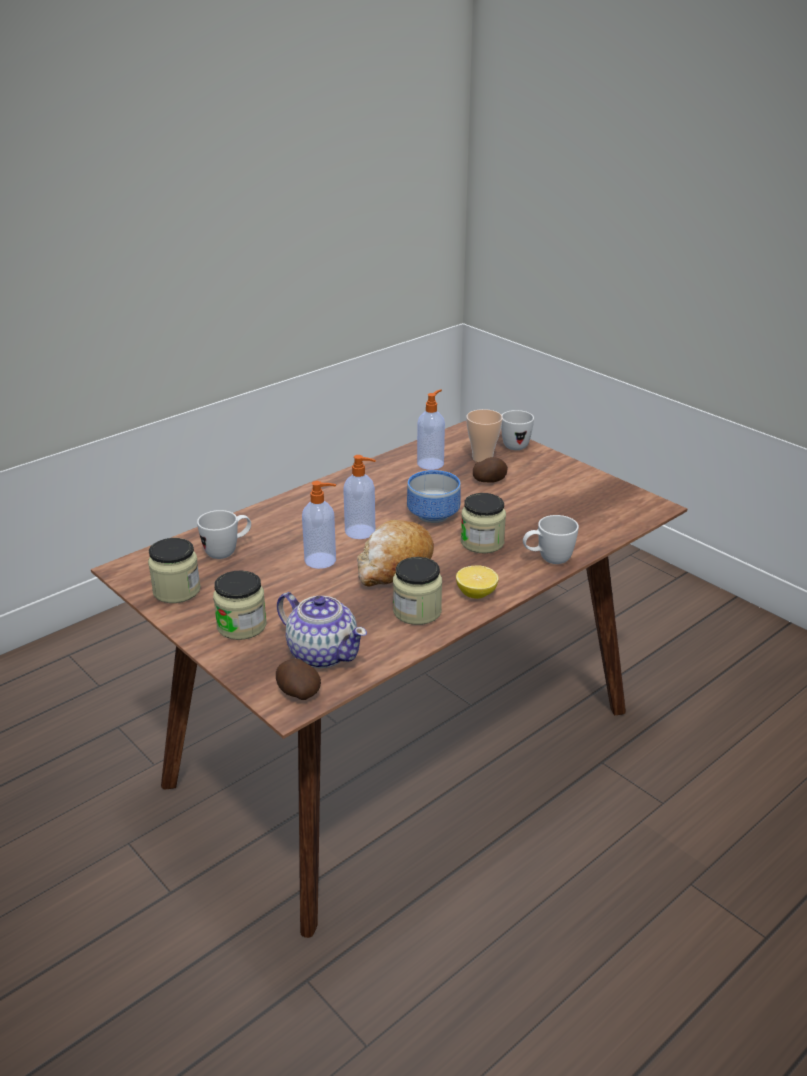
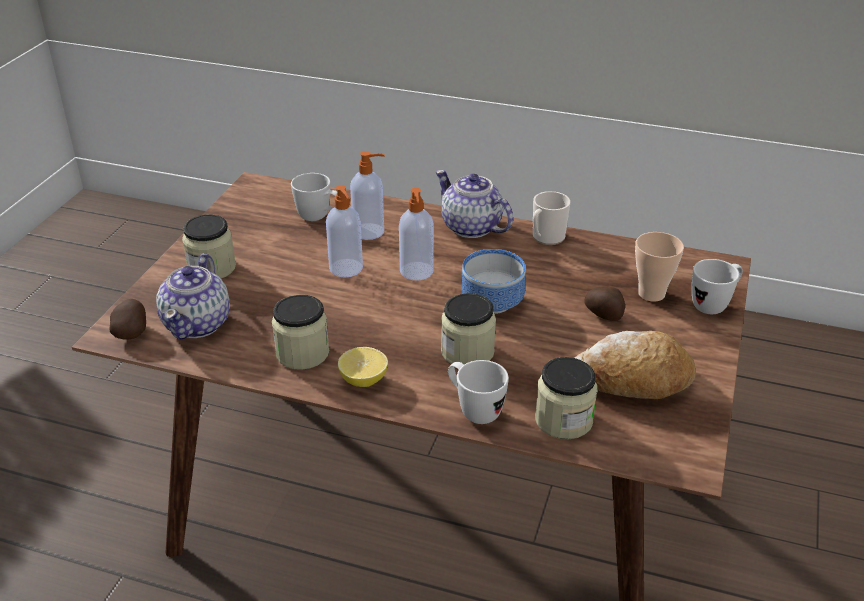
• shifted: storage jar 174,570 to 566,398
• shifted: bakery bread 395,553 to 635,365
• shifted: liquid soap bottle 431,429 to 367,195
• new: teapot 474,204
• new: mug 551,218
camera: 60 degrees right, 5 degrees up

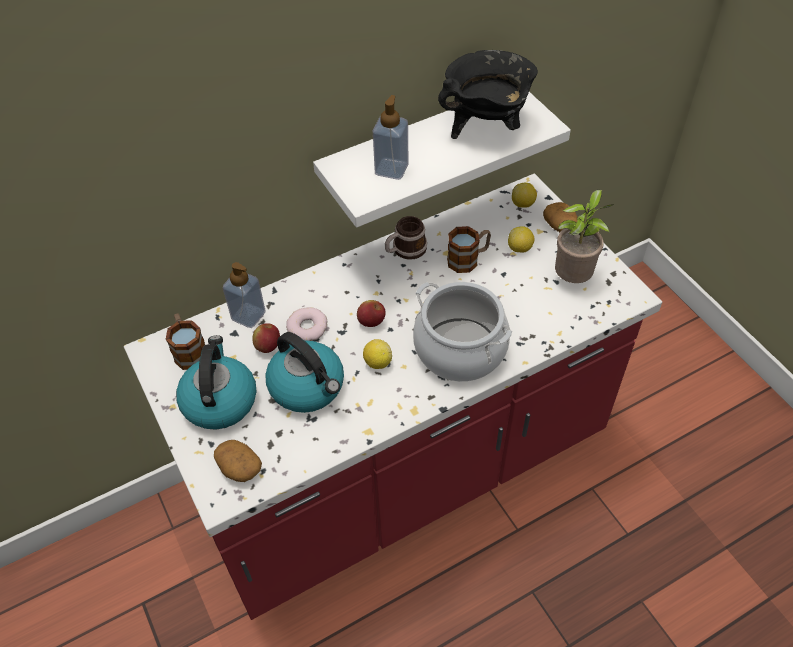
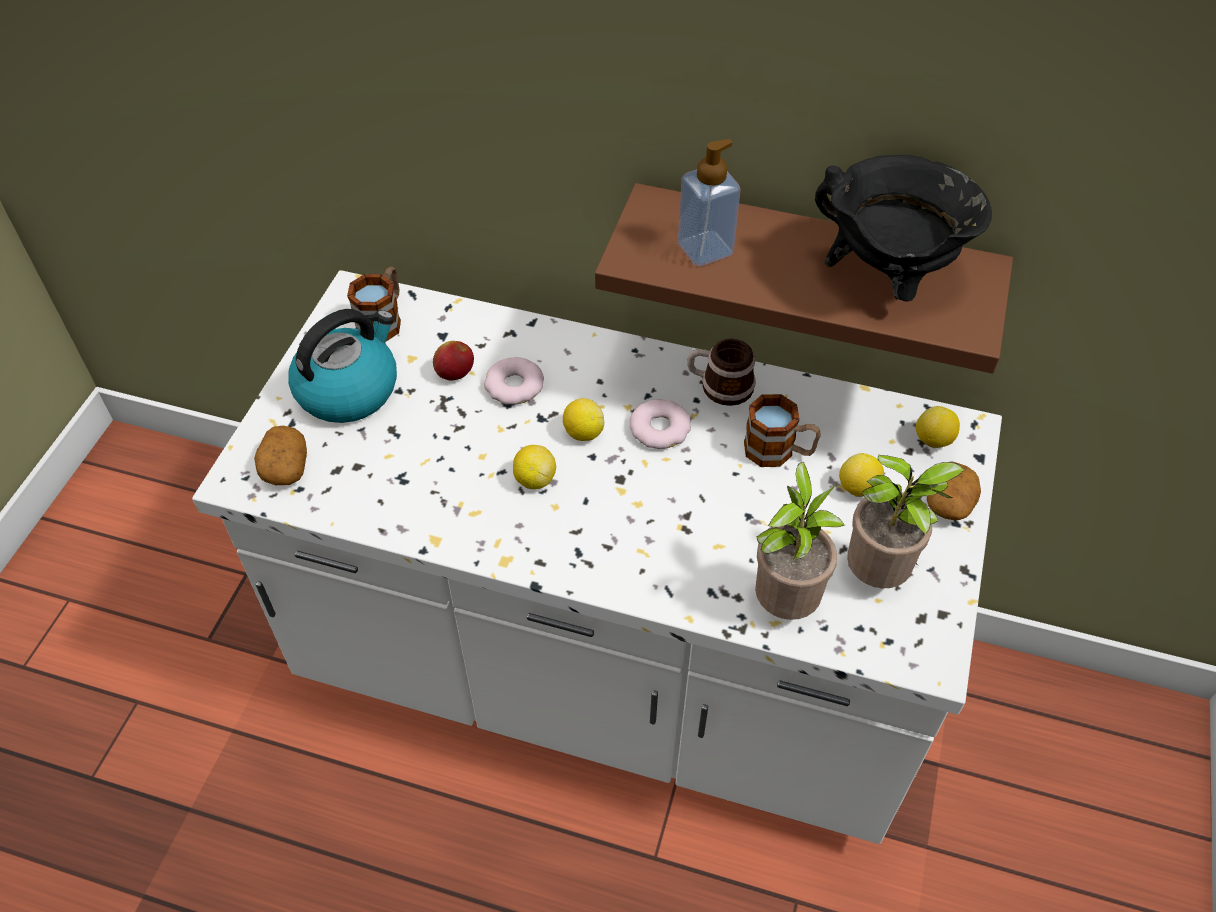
• repainted: reddish kitchen base unit 393,397 to white kitchen base unit 597,557
• gone: liquid soap bottle 244,295
• gone: water kettle 304,372
• repainted: white bracket shelf 442,160 to brown-coloured bracket shelf 804,278
• swapped: apple 371,313 to lemon 583,419
• gone: saucepot 462,332
• new: ring doughnut 660,424
• new: houseplant 800,541
camera: 45 degrees right, 0 degrees up

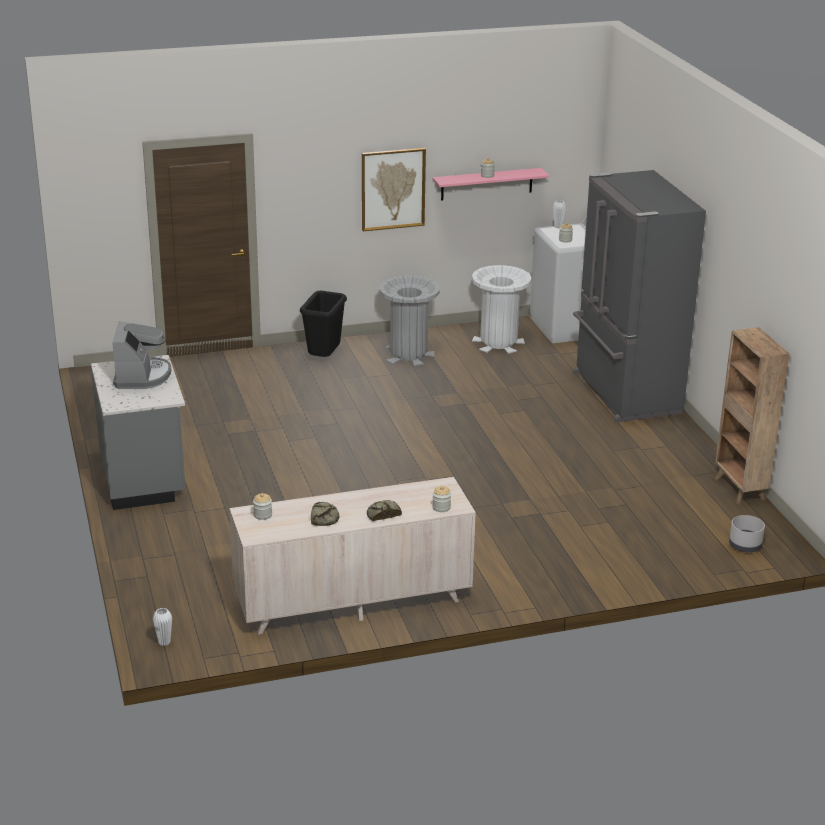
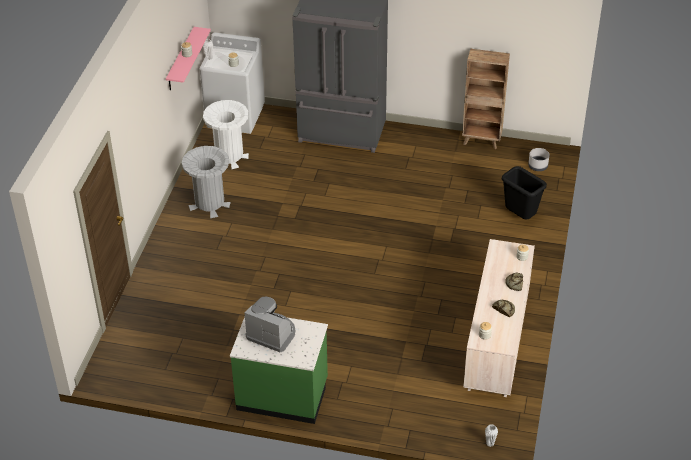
• repainted: grey kitchen base unit 138,432 to green-coloured kitchen base unit 279,370
• shifted: black trash can 323,324 to 524,192
• gone: picture 394,189
camera: 60 degrees left, 15 degrees up

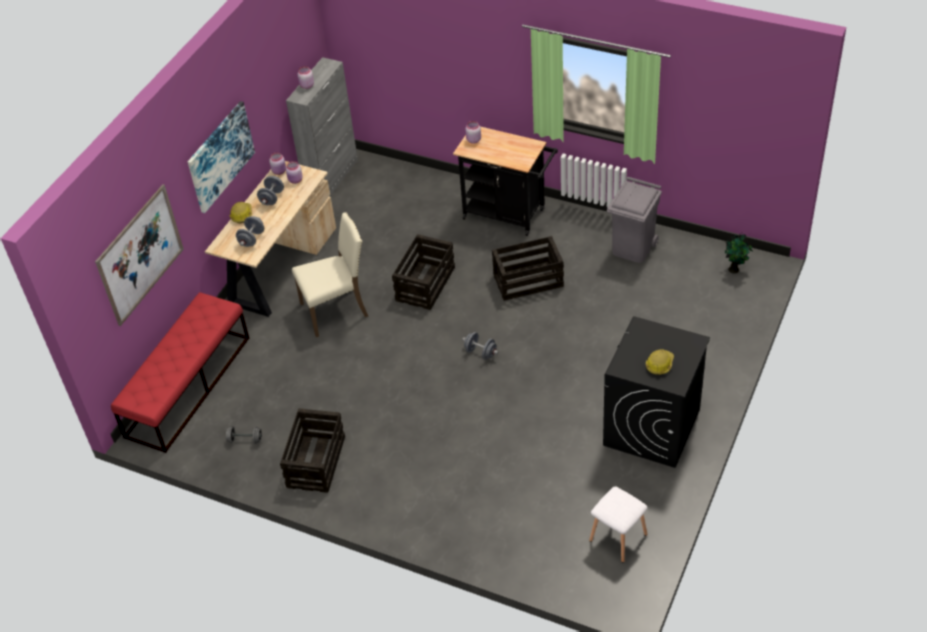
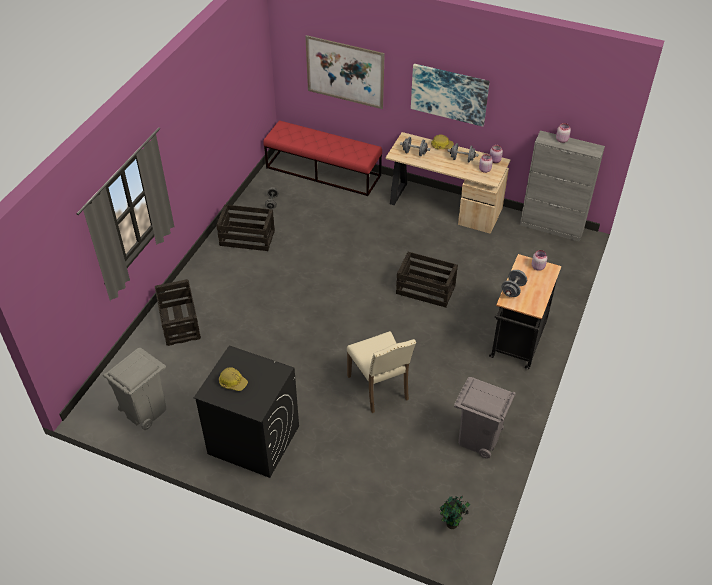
• shifted: beige chair 330,274 to 381,372
• shifted: grey dumbbell 480,346 to 514,283
• shifted: packing crate 528,268 to 178,312
• swapped: white sitting stool 618,524 to grey trash can 134,389
camera: 85 degrees right, 0 degrees up

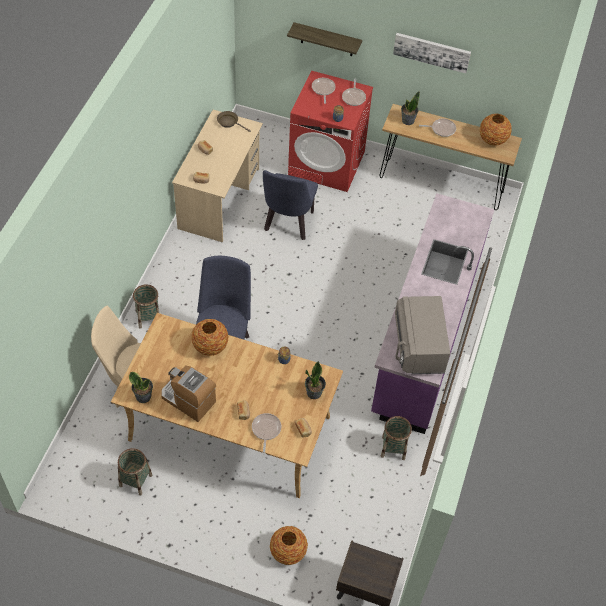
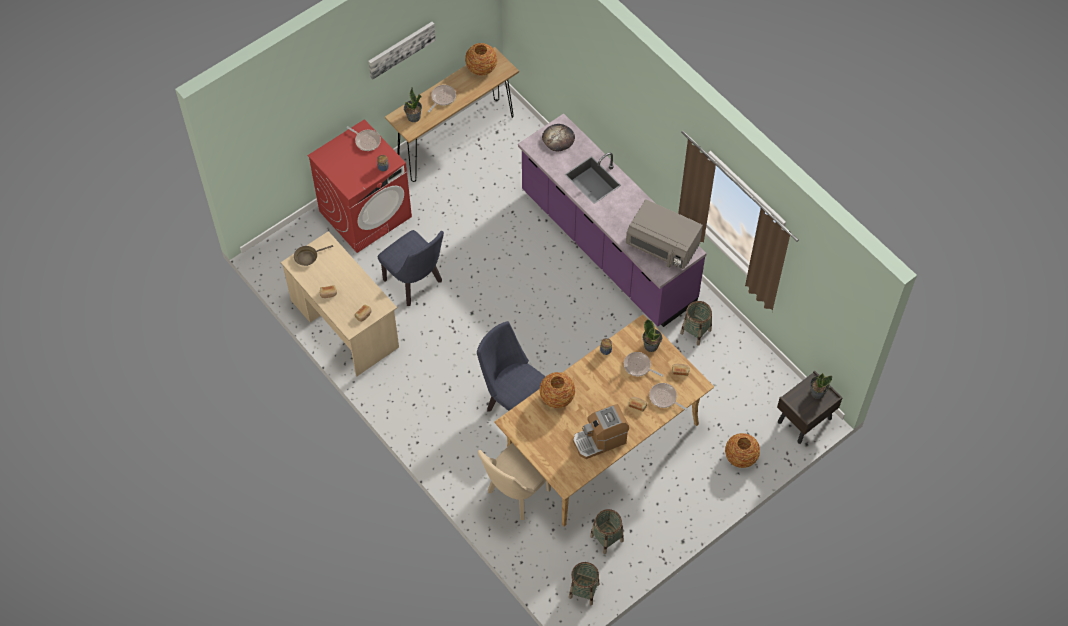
• shifted: houseplant 141,387 to 821,386
• shifted: household basket 146,306 to 584,583
• gone: bracket shelf 324,39
• shifted: skillet 323,91 to 643,364
• new: bakery bread 558,137
camera: 55 degrees left, 5 degrees up

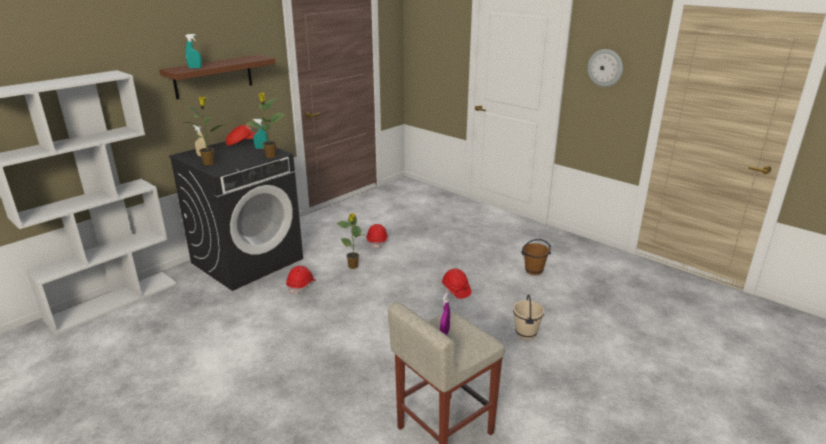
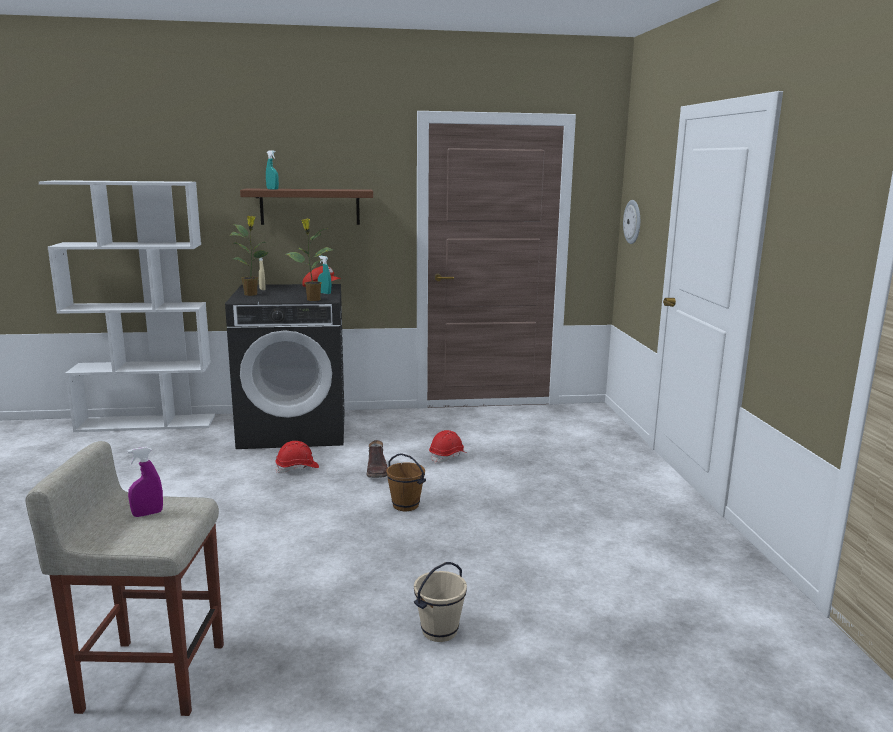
• swapped: houseplant 351,241 to brown-coloured boot 377,459
• gone: reddish safety helmet 456,283
• shifted: brown-coloured bucket 536,257 to 406,482
• shifted: hanging clock 605,68 to 631,222
camera: 40 degrees right, 10 degrees down

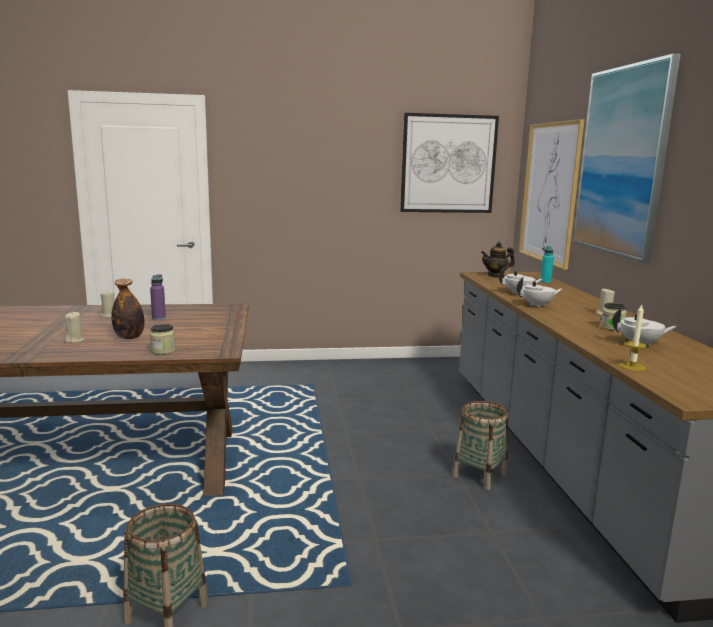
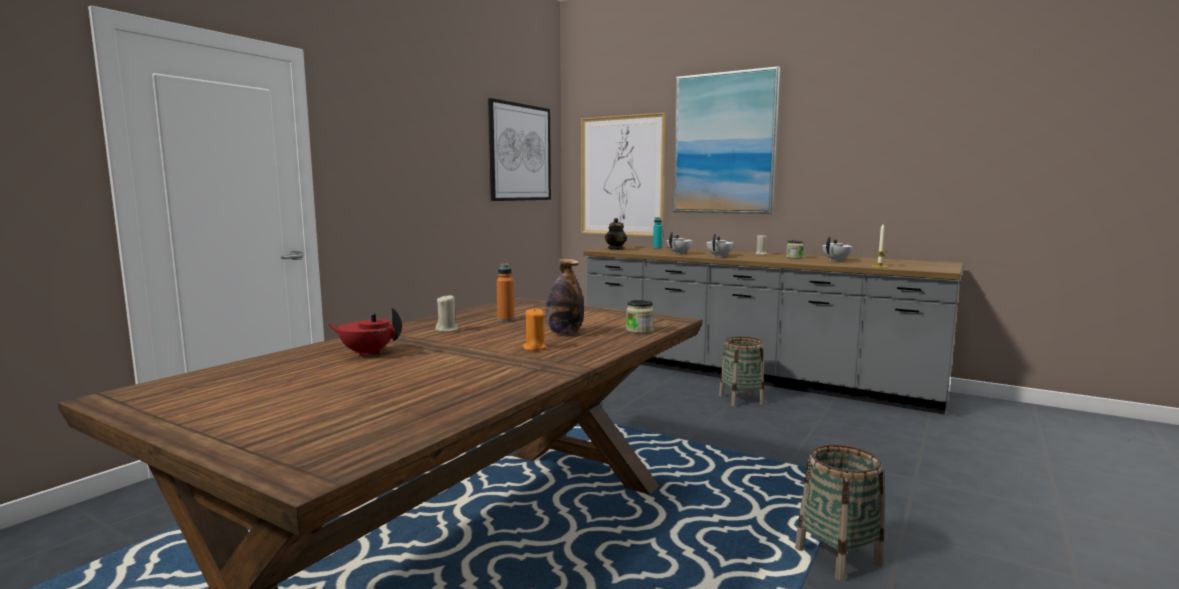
• repainted: beige candle 74,327 to orange-coloured candle 535,329
• repainted: purple bottle 158,297 to orange-coloured bottle 506,292
• new: reddish teapot 365,332
camera: 50 degrees left, 5 degrees down

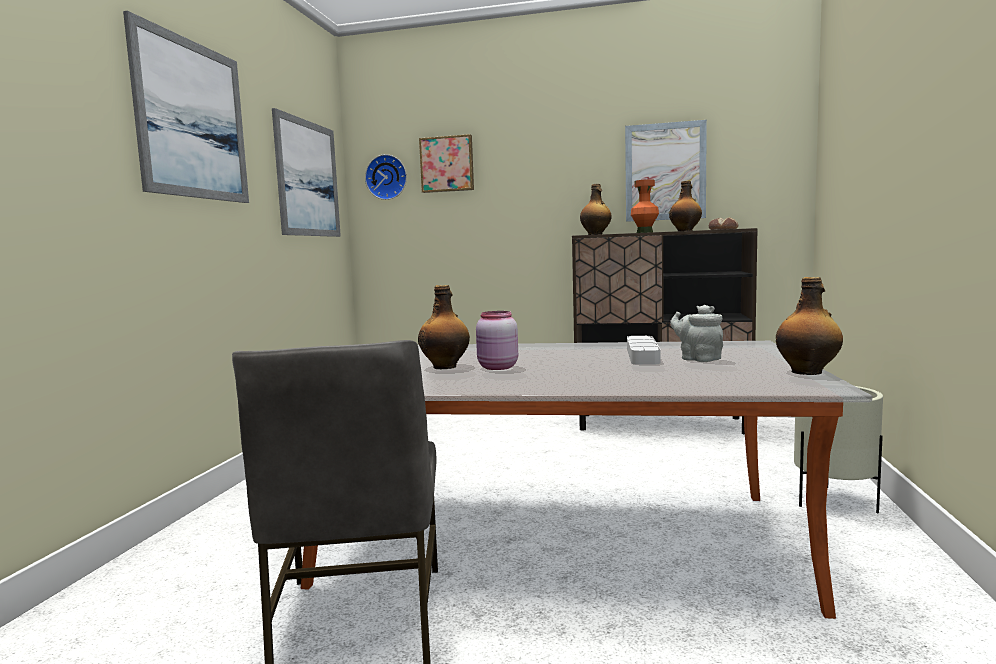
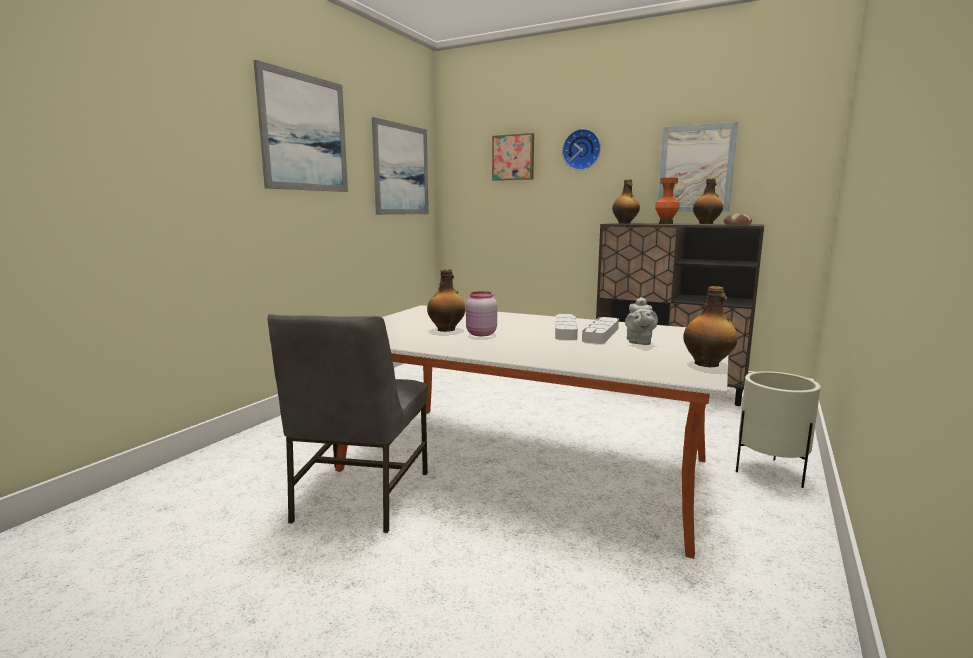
• shifted: hanging clock 386,177 to 581,149
• rotated: grey teapot 696,333 = 641,321 150 degrees counterclockwise
• new: grey tray 566,327
camera: 15 degrees right, 5 degrees up

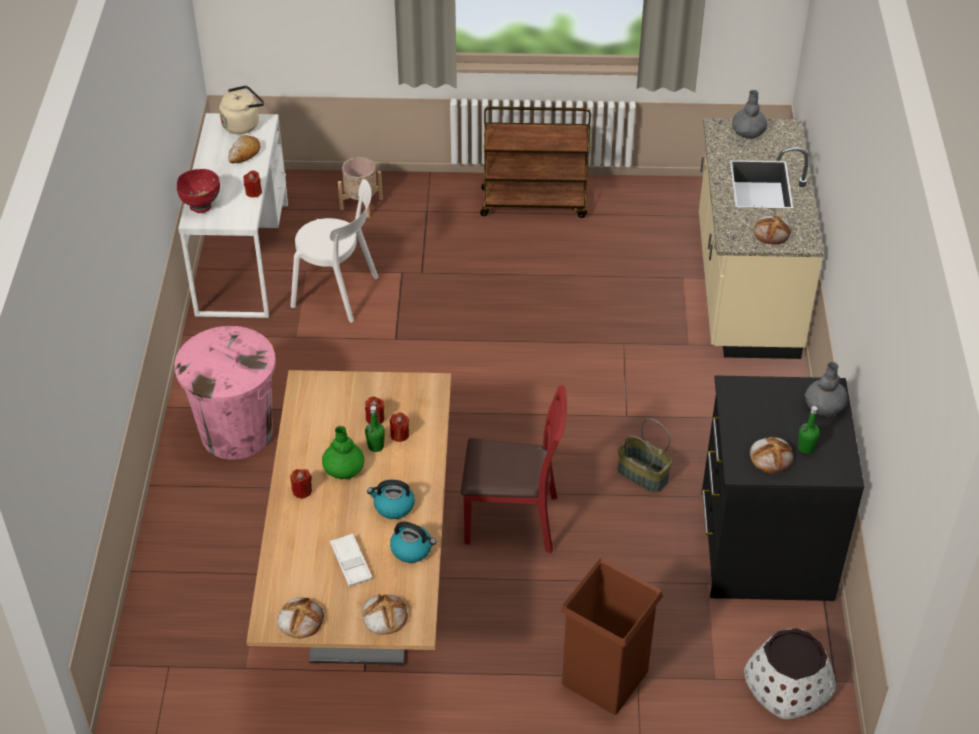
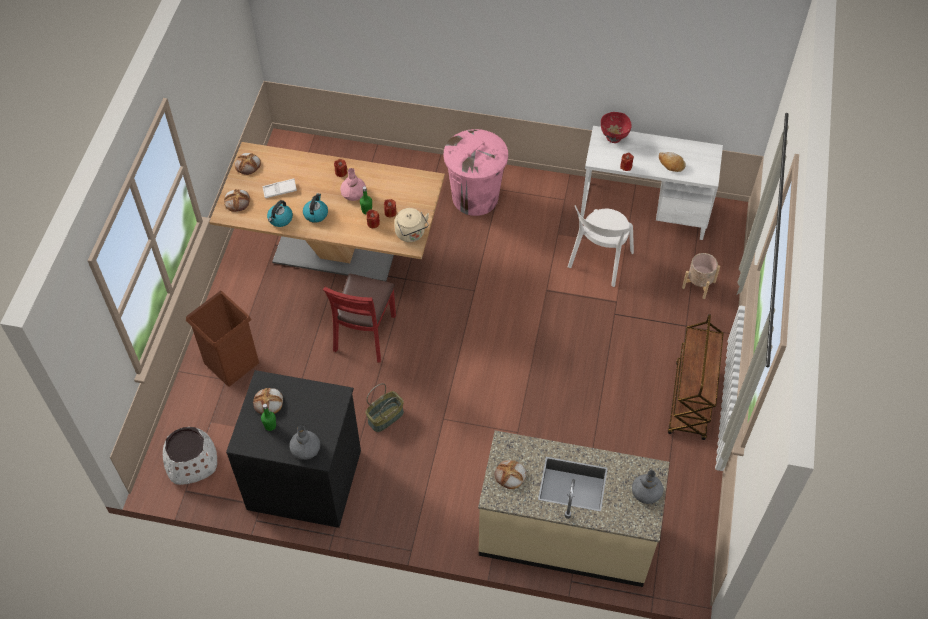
• shifted: beige water kettle 241,110 to 411,225
• repainted: green-coloured vase 343,452 to pink-coloured vase 353,184
camera: 100 degrees right, 10 degrees up

